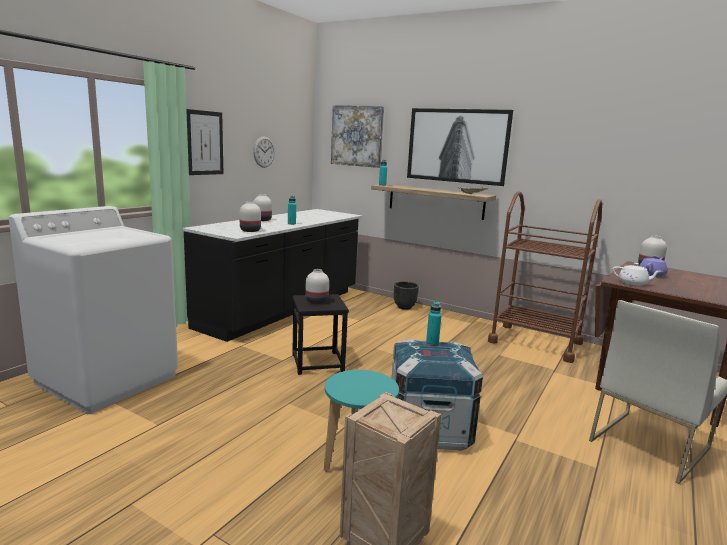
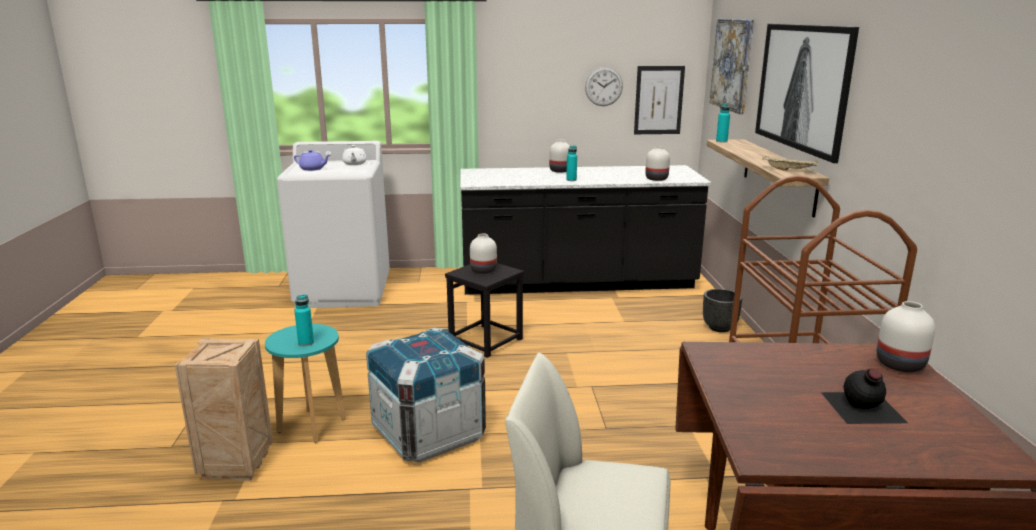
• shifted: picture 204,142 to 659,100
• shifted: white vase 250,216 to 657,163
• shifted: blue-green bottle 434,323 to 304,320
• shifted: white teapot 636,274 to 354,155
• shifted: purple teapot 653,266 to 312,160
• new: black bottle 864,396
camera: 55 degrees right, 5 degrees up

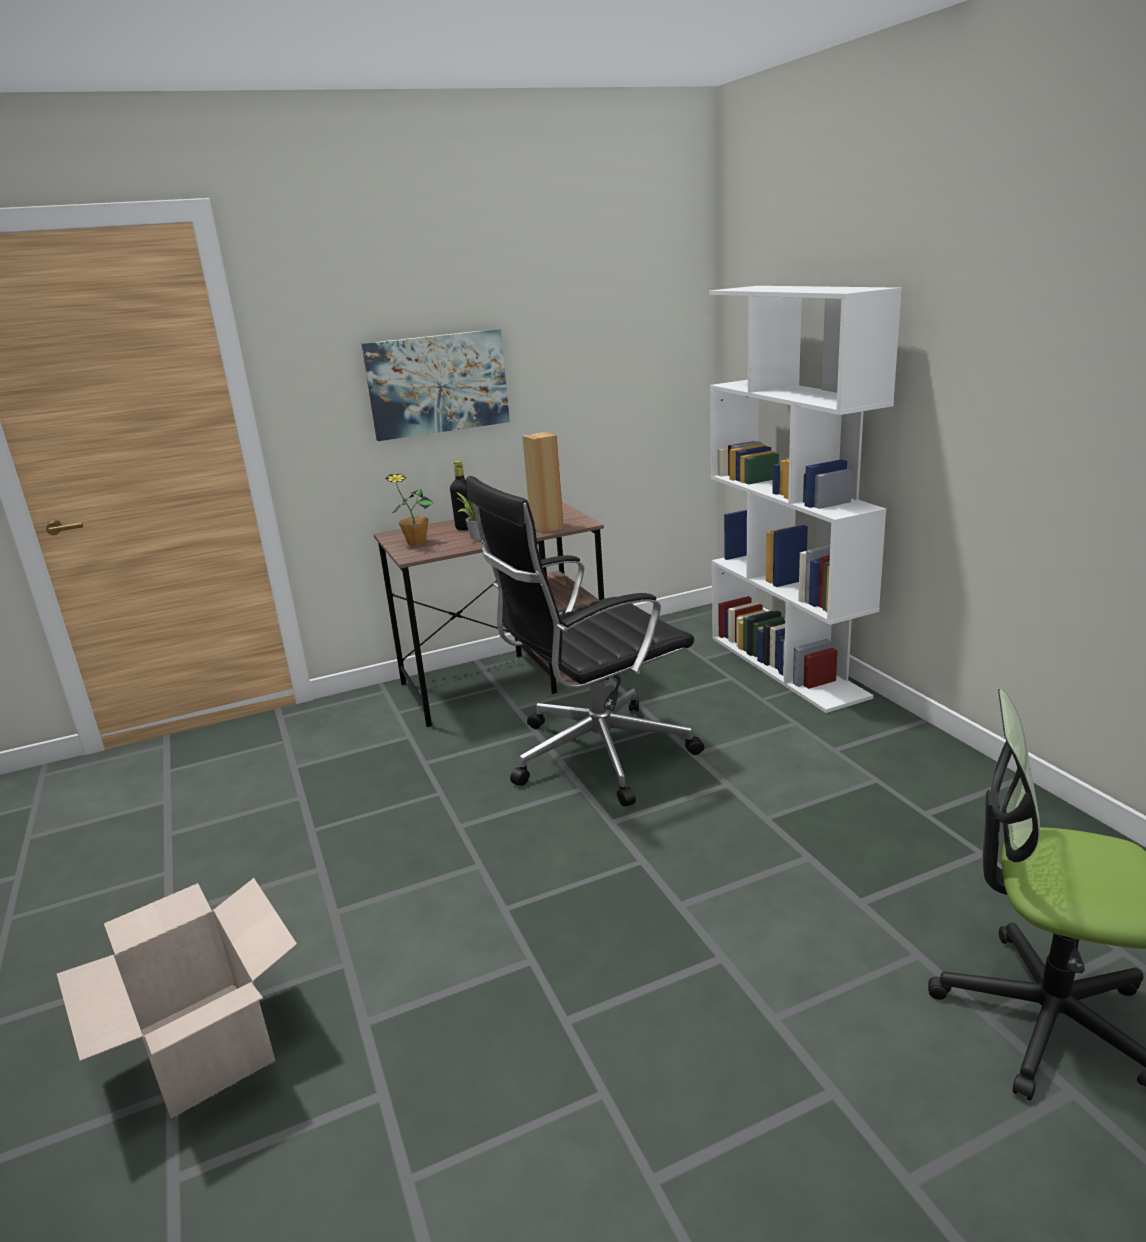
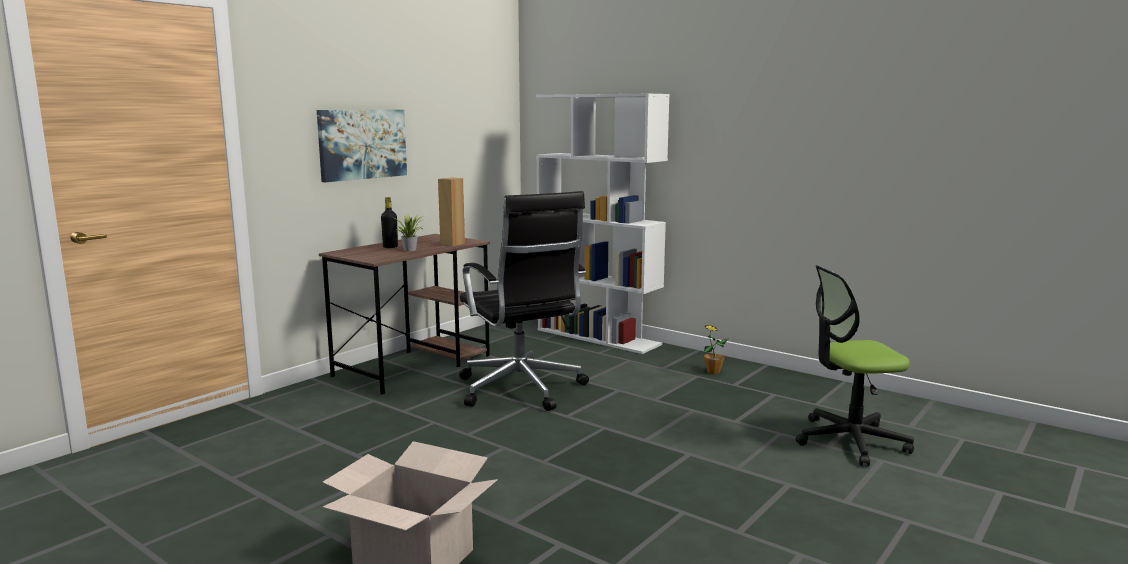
• shifted: houseplant 409,510 to 716,349
• rotated: black computer chair 585,641 = 524,301 60 degrees counterclockwise
camera: 30 degrees left, 10 degrees down

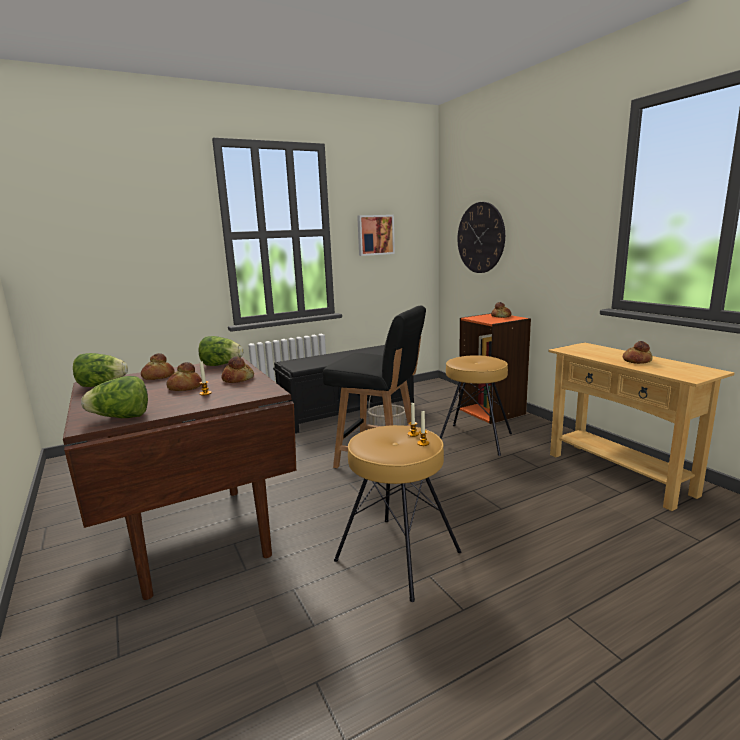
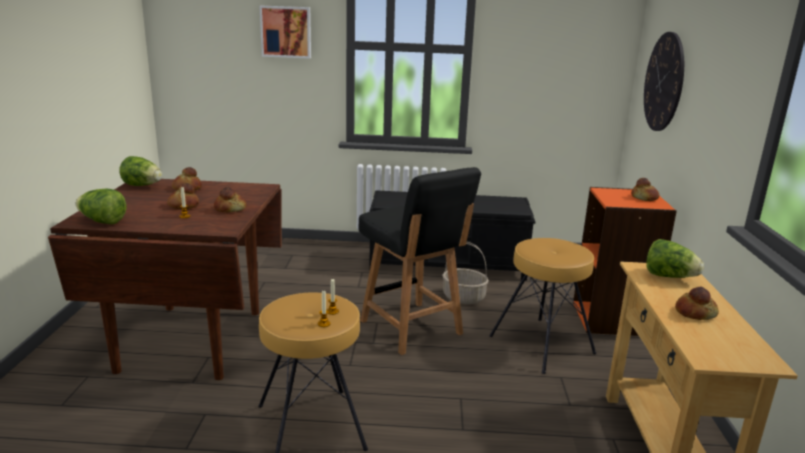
• shifted: head of lettuce 221,351 to 675,258
• shifted: picture 376,235 to 285,32
camera: 30 degrees right, 5 degrees up

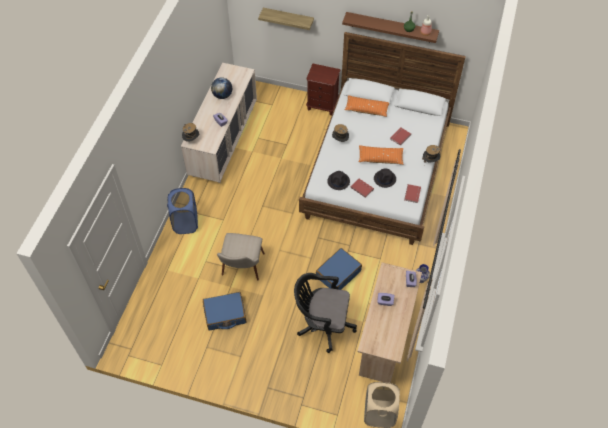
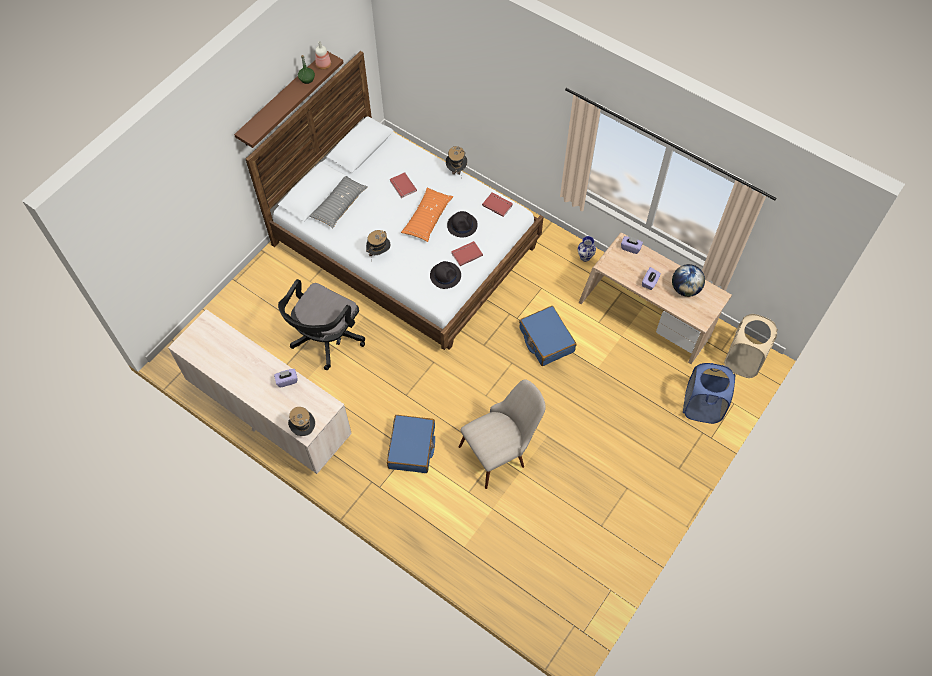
• shifted: blue-coloured washing basket 182,211 to 709,393
• shifted: blue-coloured piece of luggage 225,311 to 411,444
• shifted: globe 221,88 to 688,280
• rotated: beige chair 241,256 = 502,434 60 degrees counterclockwise
• gone: bracket shelf 286,19
• shifted: black computer chair 325,313 to 321,324
• gone: brown-coloured nightstand 323,89
• repainted: orange-coloured cushion 367,106 to grey cushion 338,202
camera: 70 degrees left, 5 degrees up

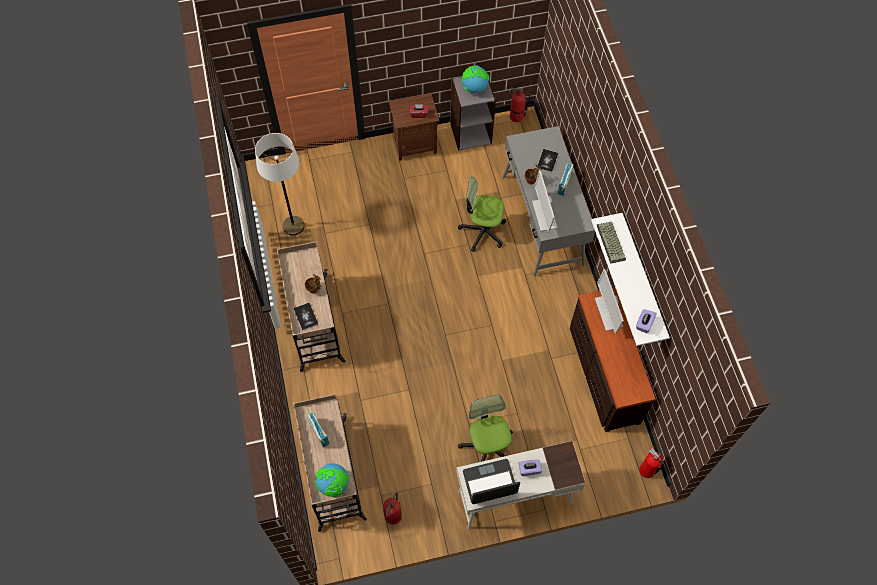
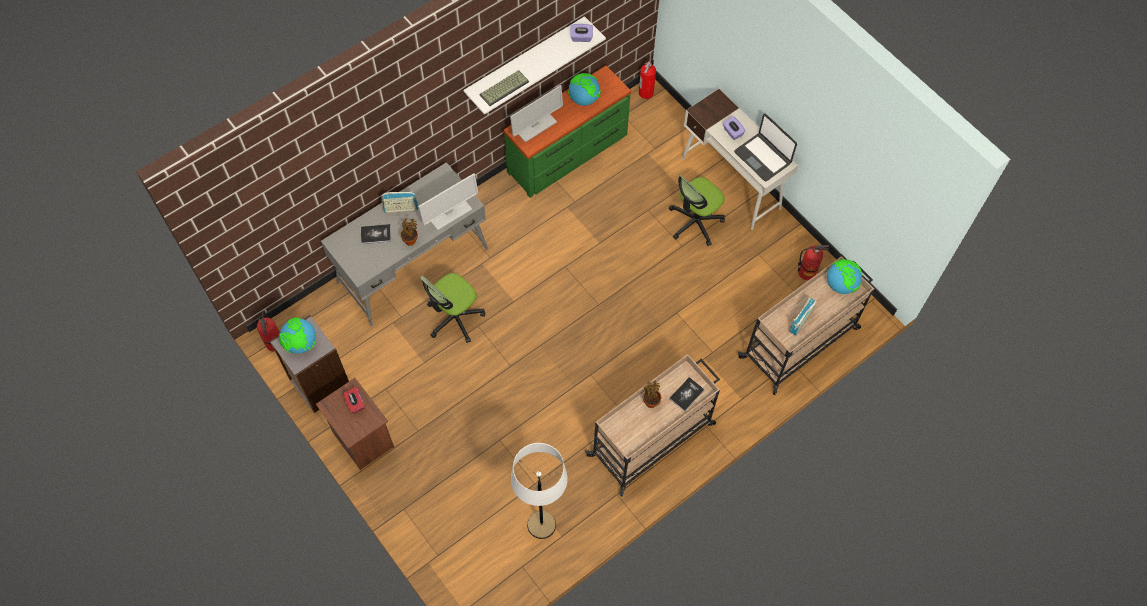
• rotated: computer chair 482,214 = 452,308 60 degrees clockwise
• repainted: brown-coloured dresser 613,359 to green-coloured dresser 567,132
• new: globe 584,89
camera: 115 degrees left, 0 degrees up

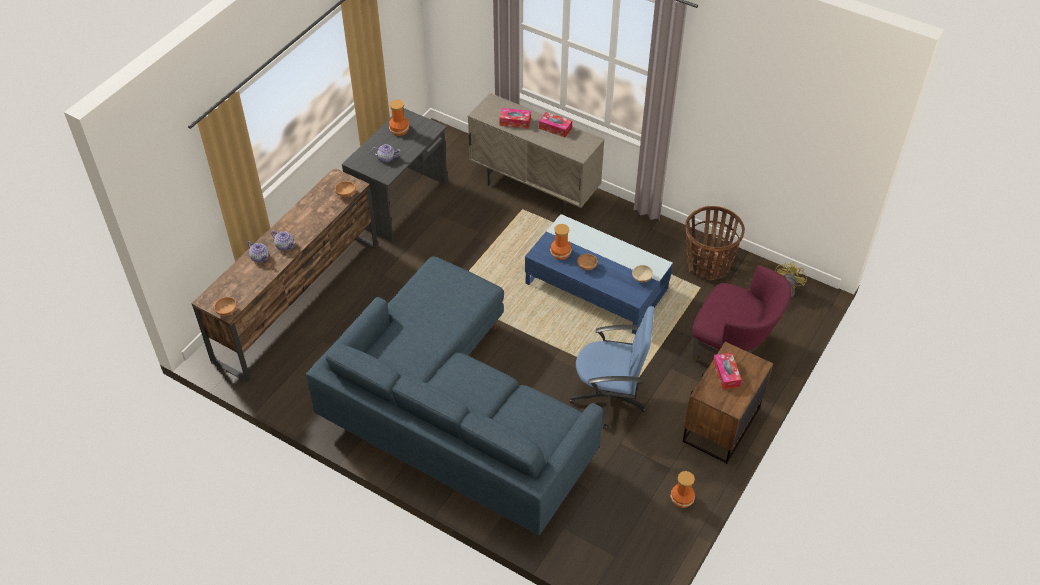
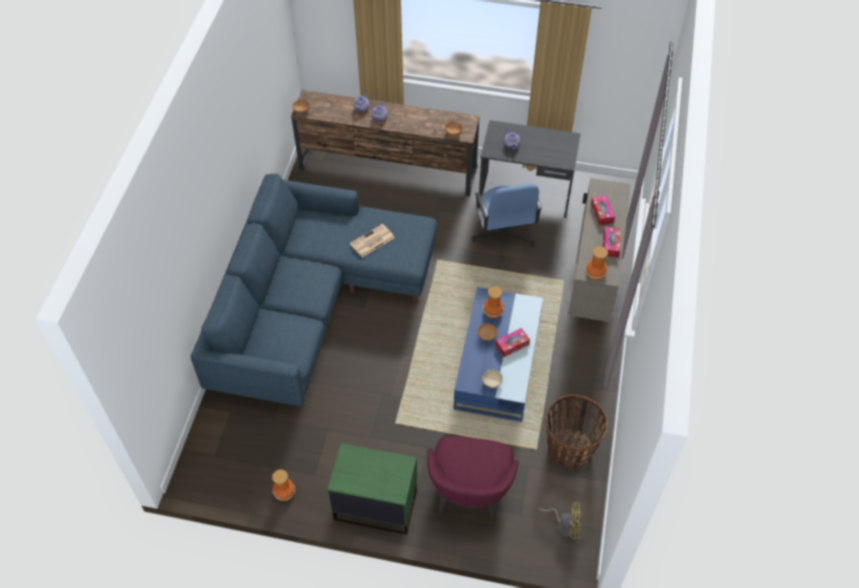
• shifted: vase 399,118 to 597,263
• shifted: blue-coloured computer chair 612,368 to 507,222
• repainted: brown-coloured nightstand 728,403 to green-coloured nightstand 372,489
• shifted: tissue box 727,370 to 512,342
• new: newspaper 372,240
camera: 70 degrees right, 5 degrees up

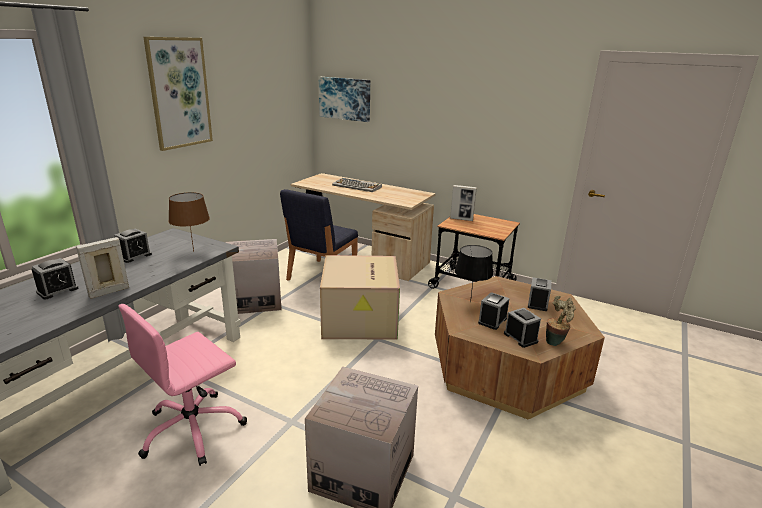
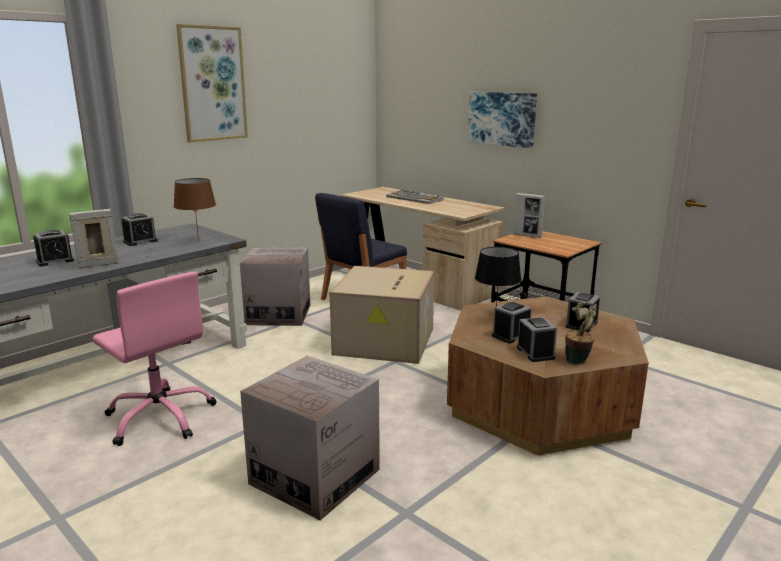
• rotated: pink-coloured computer chair 182,385 = 154,358 105 degrees counterclockwise
• shifted: picture 344,99 to 502,120
camera: 15 degrees right, 5 degrees down

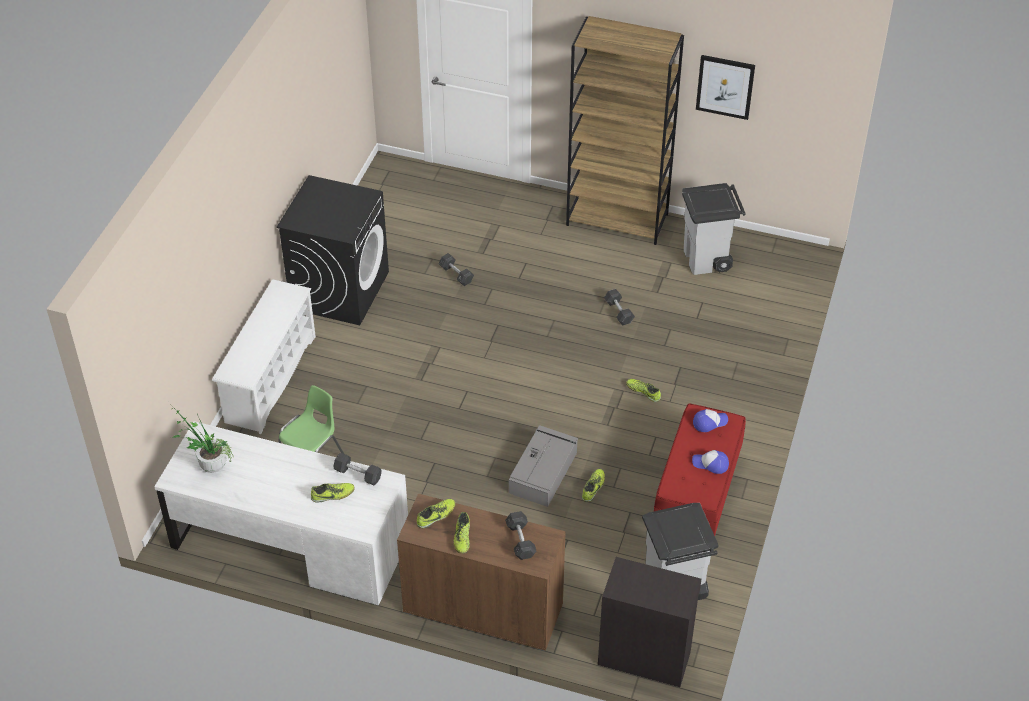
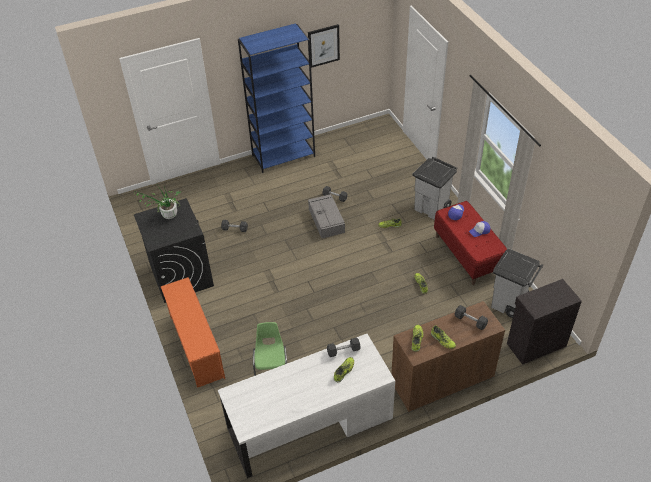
• shifted: houseplant 202,439 to 158,202
• repainted: white shoe shelf 264,356 to orange-coloured shoe shelf 193,332
• shifted: grey storage box 543,466 to 326,216
• repainted: brown-coloured bookshelf 625,130 to blue-coloured bookshelf 276,98
• shifted: grey trash can 714,229 to 434,188
camera: 40 degrees left, 0 degrees up

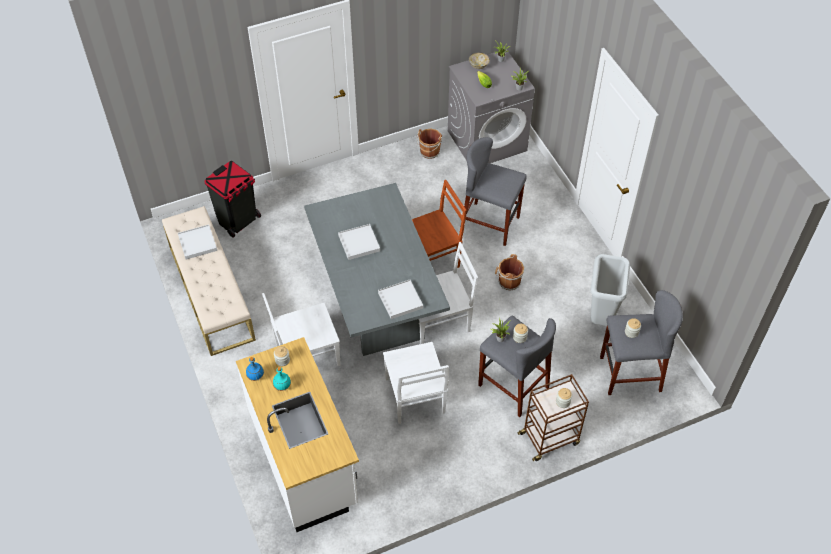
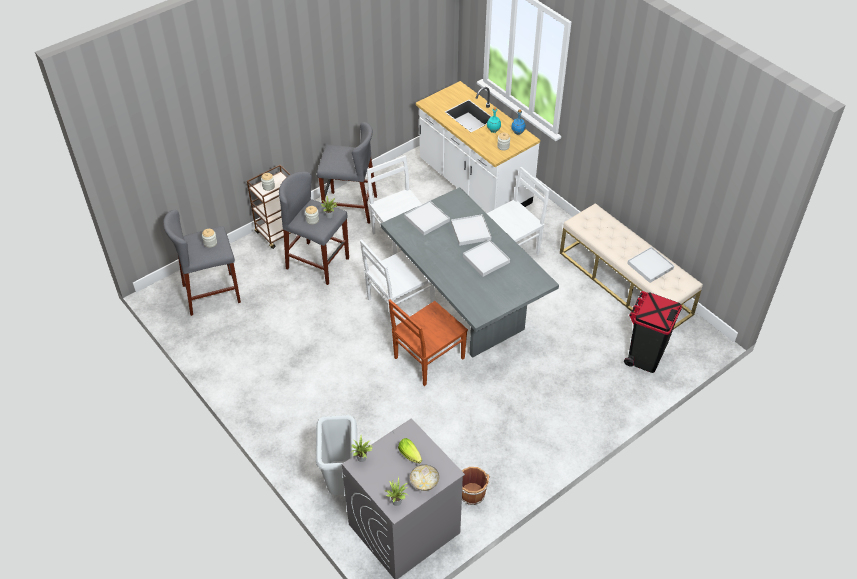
• shifted: grey sitting stool 495,191 to 347,172
• gone: brown-coloured bucket 509,272
• shifted: grey trash can 610,290 to 336,455
• new: white tray 471,230
camera: 165 degrees right, 5 degrees down

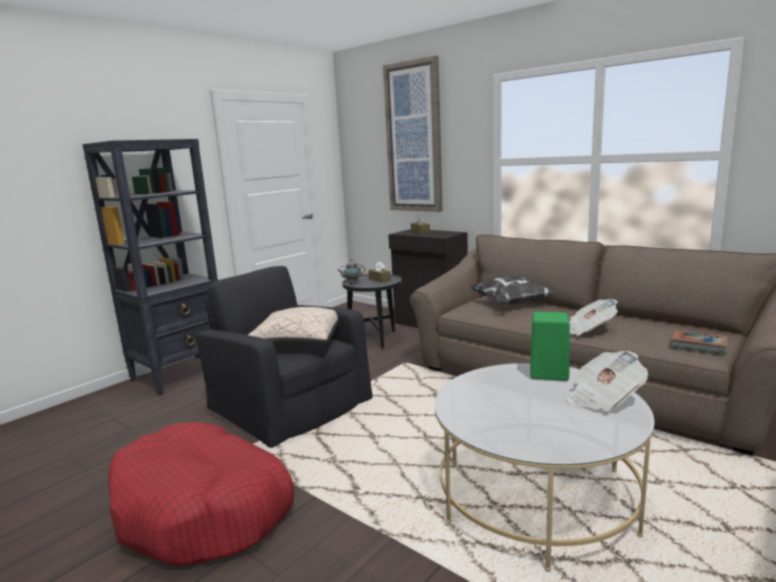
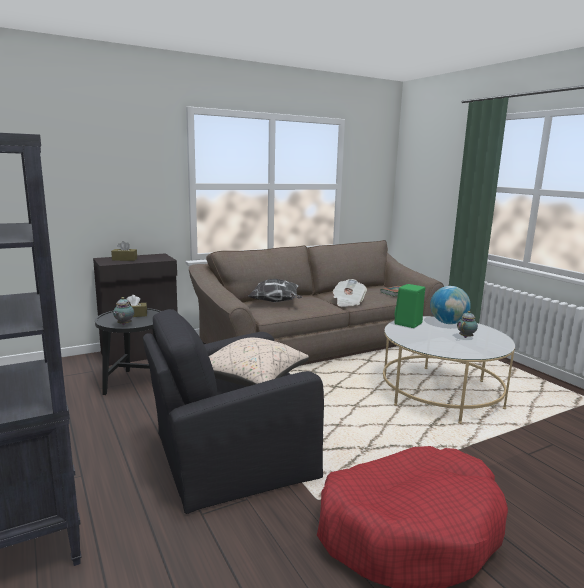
• gone: picture 412,134
• swapped: newspaper 607,381 to globe 450,305
• new: teapot 467,324
camera: 70 degrees left, 0 degrees up

